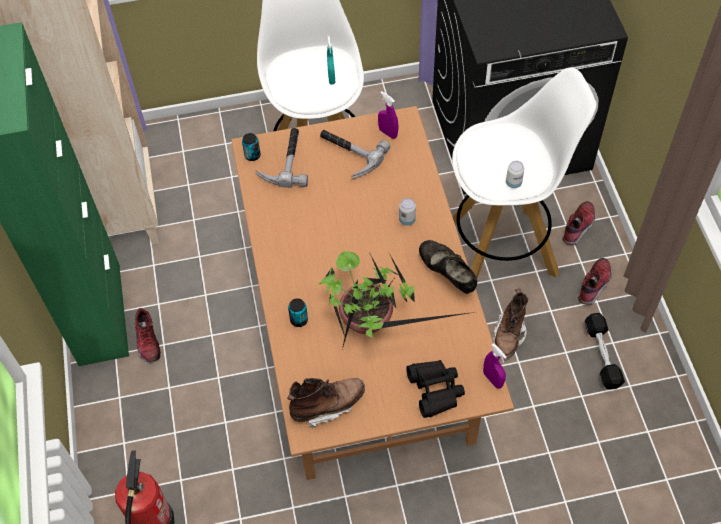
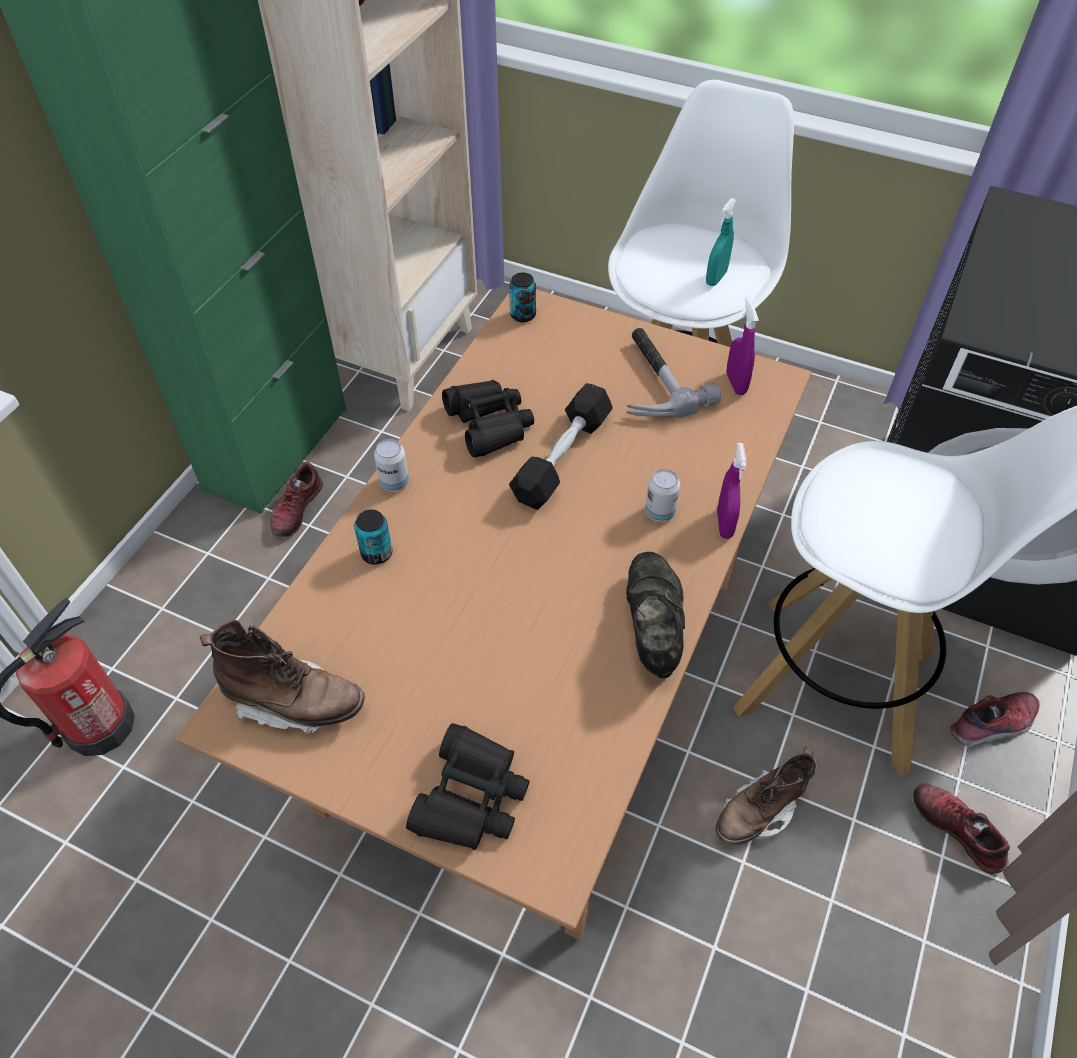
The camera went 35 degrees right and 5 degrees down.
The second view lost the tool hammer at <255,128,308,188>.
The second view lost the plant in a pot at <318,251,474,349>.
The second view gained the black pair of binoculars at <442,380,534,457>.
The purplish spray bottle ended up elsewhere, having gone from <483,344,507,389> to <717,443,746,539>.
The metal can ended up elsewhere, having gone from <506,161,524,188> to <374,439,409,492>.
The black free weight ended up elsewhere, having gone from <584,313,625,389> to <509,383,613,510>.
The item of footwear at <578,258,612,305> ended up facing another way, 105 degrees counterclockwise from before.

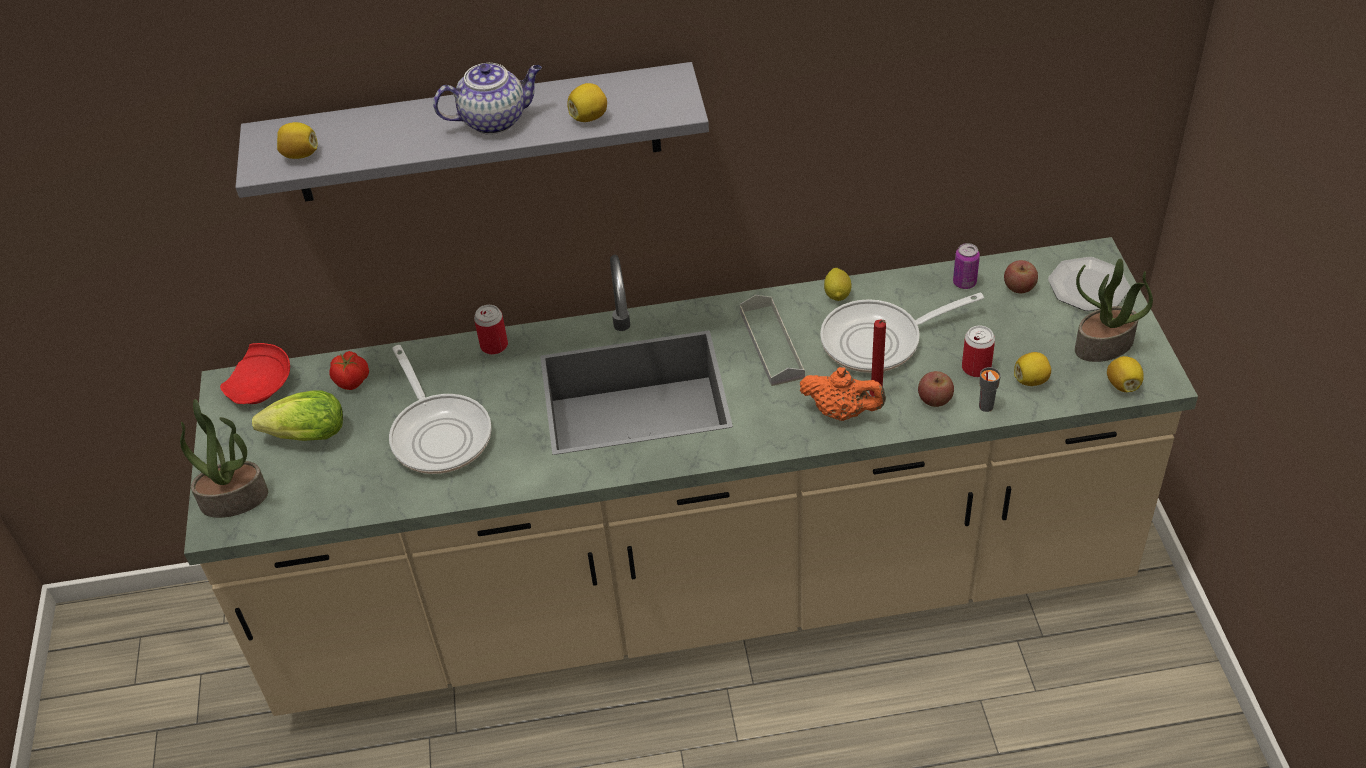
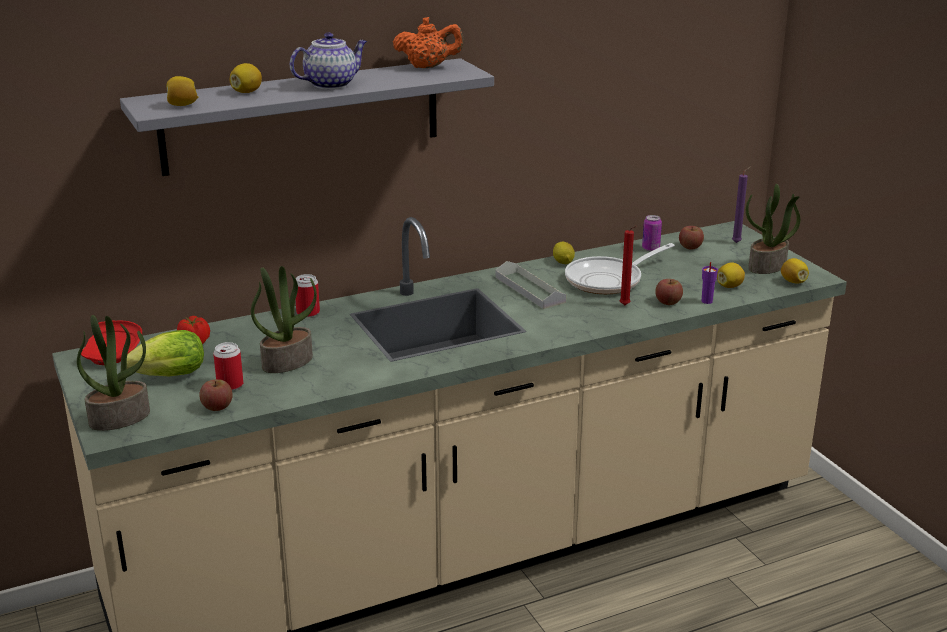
The camera went 20 degrees left and 20 degrees down.
The second view gained the whole apple at <199,379,233,411>.
The citrus fruit ended up elsewhere, having gone from <567,83,607,122> to <230,63,262,93>.
The orange-coloured teapot ended up elsewhere, having gone from <800,367,886,421> to <393,17,464,68>.
The metal can ended up elsewhere, having gone from <962,326,995,377> to <213,342,243,390>.
Where the pan stood at <389,345,492,474>, the plant in a pot came to stand at <251,266,317,373>.
Where the dinner plate stood at <1048,257,1130,311>, the purplish candle came to stand at <732,167,750,243>.
What was the gray drinking cup at <979,367,1001,412> turned into the purplish drinking cup at <701,262,718,304>.

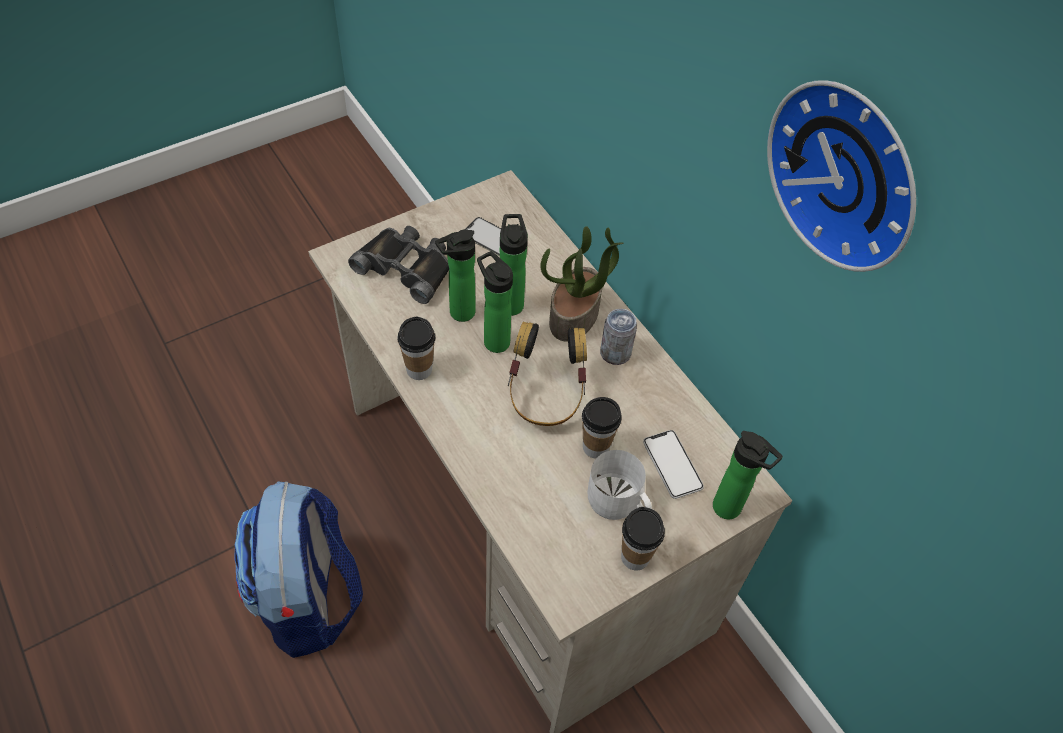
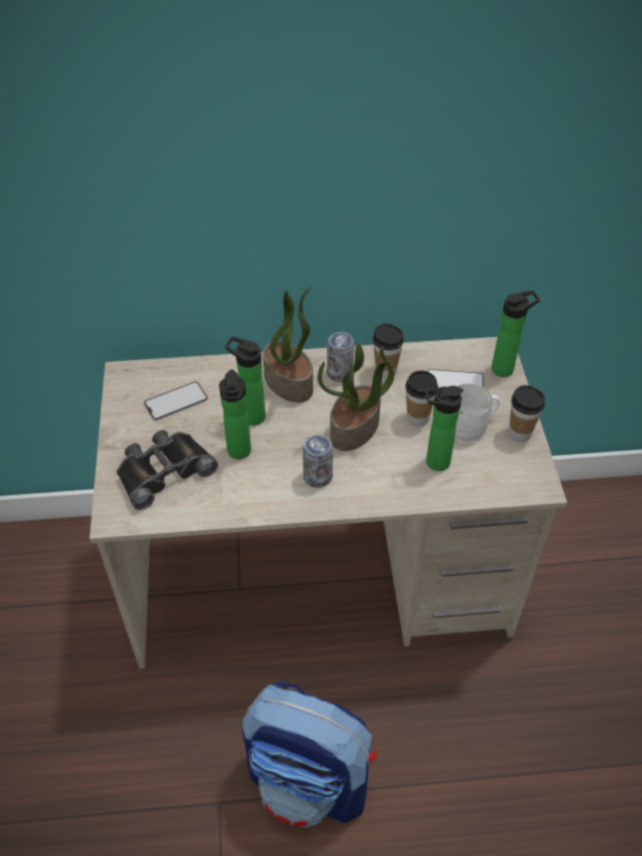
The camera went 60 degrees left and 5 degrees down.
The second view lost the clock on the wall at <767,80,916,272>.
The second view gained the metal can at <303,435,333,488>.
The drinking cup ended up elsewhere, having gone from <397,317,435,380> to <373,323,404,379>.
The bottle ended up elsewhere, having gone from <477,251,513,353> to <425,386,463,471>.
Where the headphones stood at <508,322,587,426>, the plant in a pot came to stand at <318,344,394,451>.

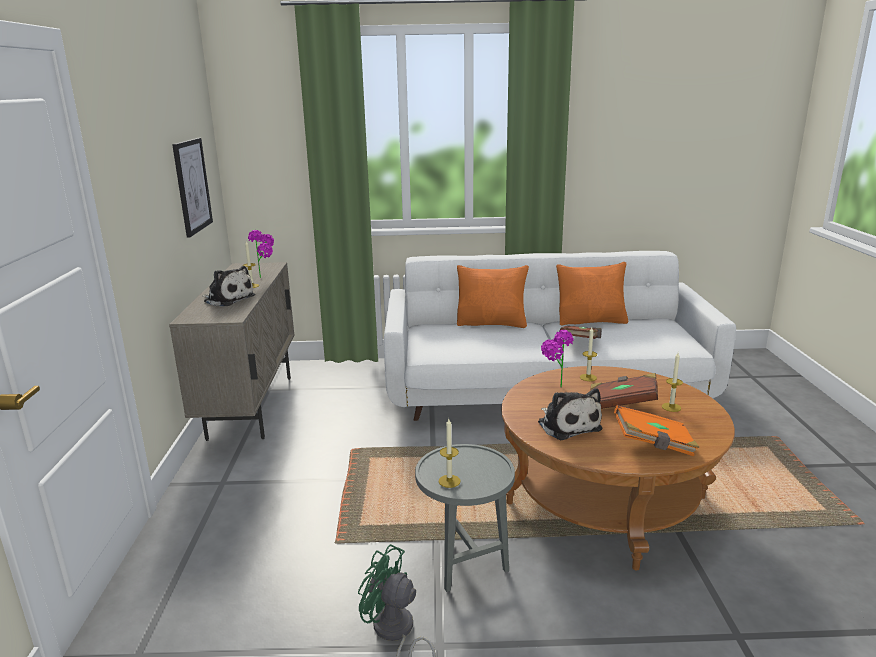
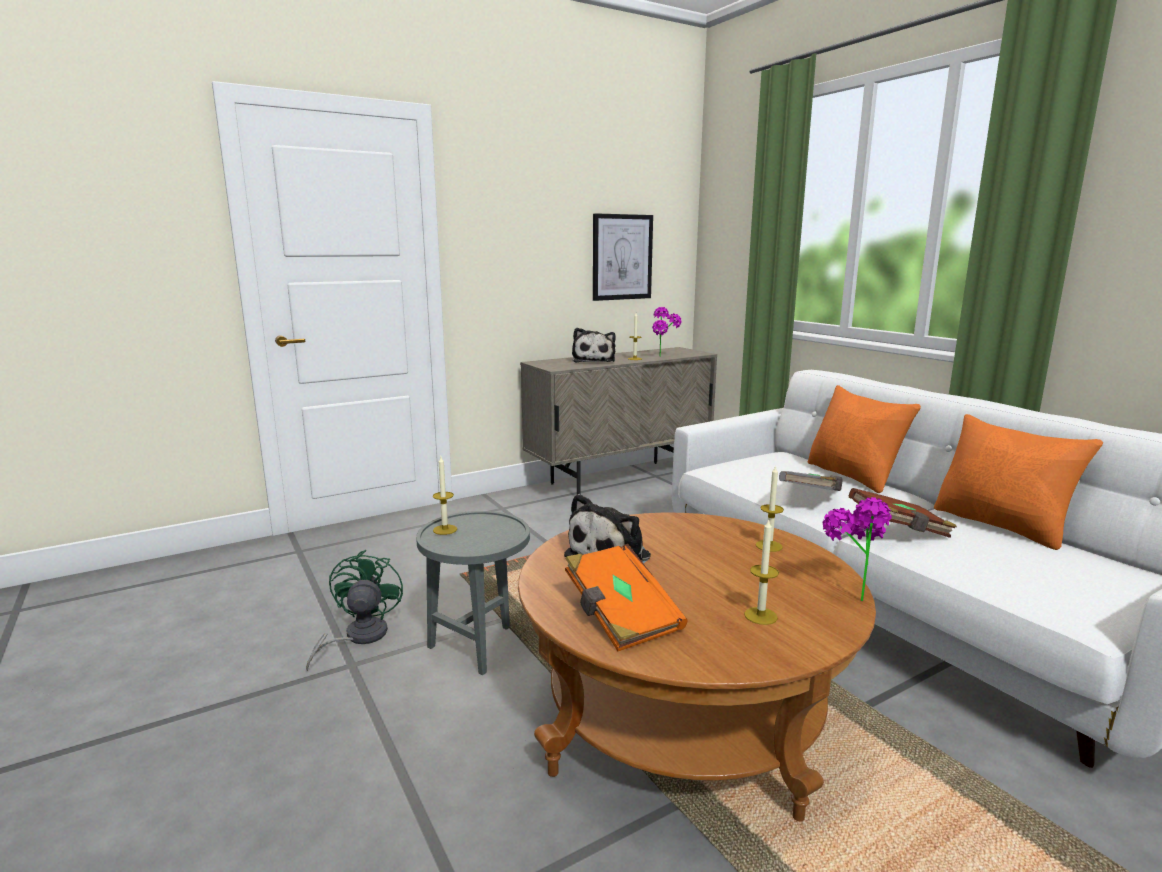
The camera went 60 degrees right and 5 degrees down.
The second view lost the brown-coloured volume at <590,373,658,409>.
The second view gained the gray volume at <779,471,842,491>.
The plant in a pot ended up elsewhere, having gone from <541,330,574,388> to <823,497,892,601>.

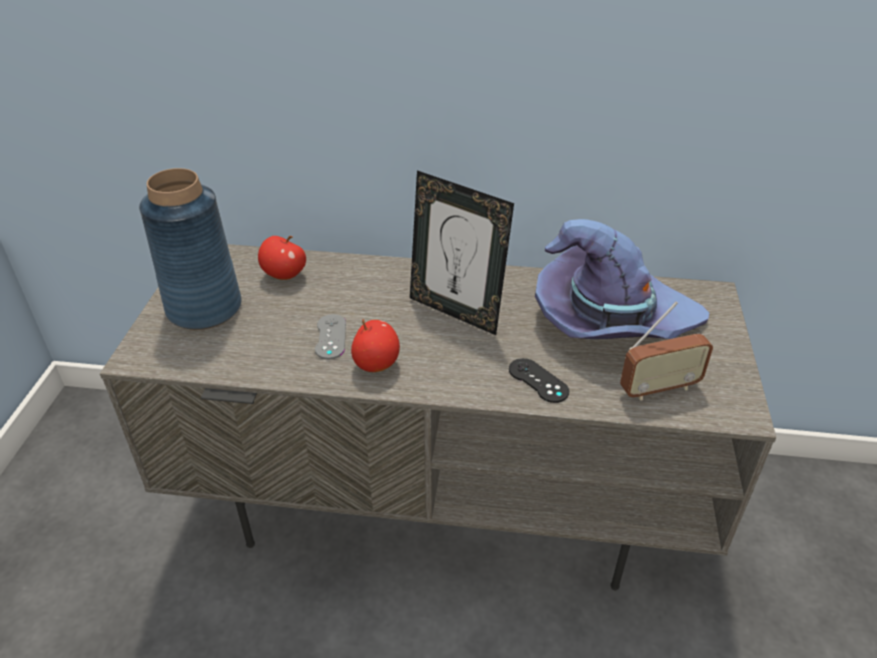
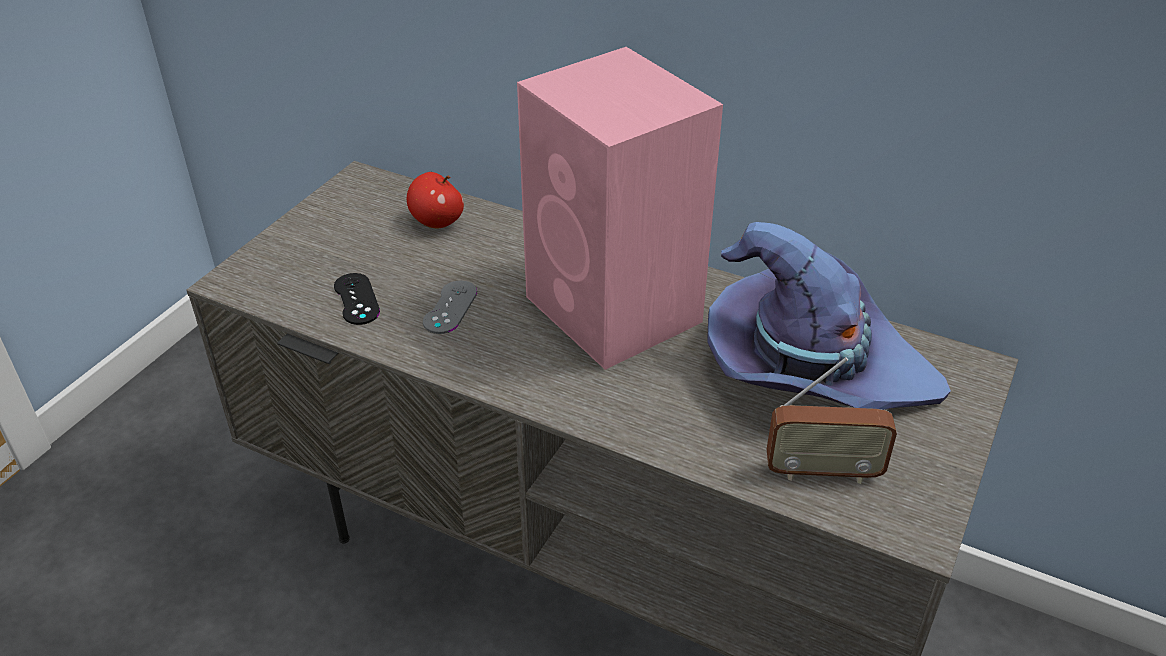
The camera went 20 degrees right and 0 degrees up.
The second view lost the blue-coloured flower vase at <139,168,242,330>.
The second view lost the whole apple at <351,319,400,372>.
The black joypad ended up elsewhere, having gone from <509,358,569,403> to <334,273,380,325>.
Where the photo frame stood at <410,170,514,335>, the pinkish loudspeaker came to stand at <517,47,723,370>.

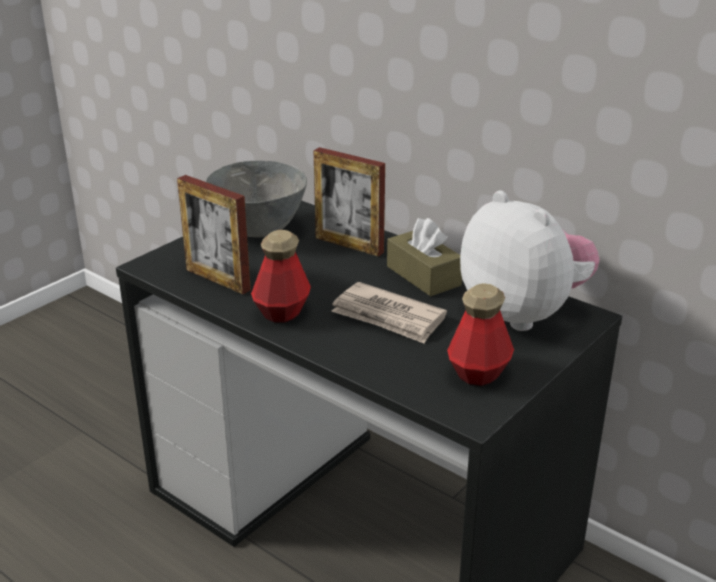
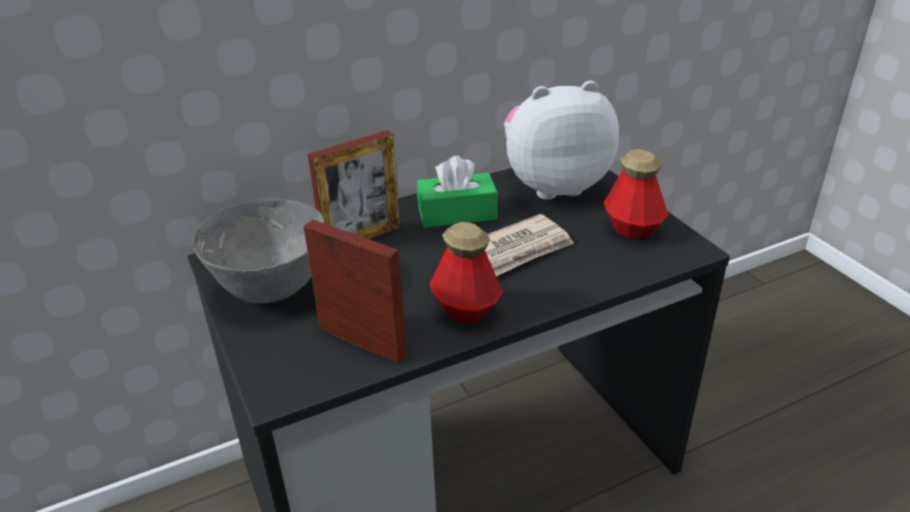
The camera went 65 degrees left and 5 degrees up.
What was the brown-coloured tissue box at <387,218,462,296> turned into the greenish tissue box at <417,156,498,228>.
The photo frame at <177,175,251,294> ended up facing another way, 120 degrees counterclockwise from before.

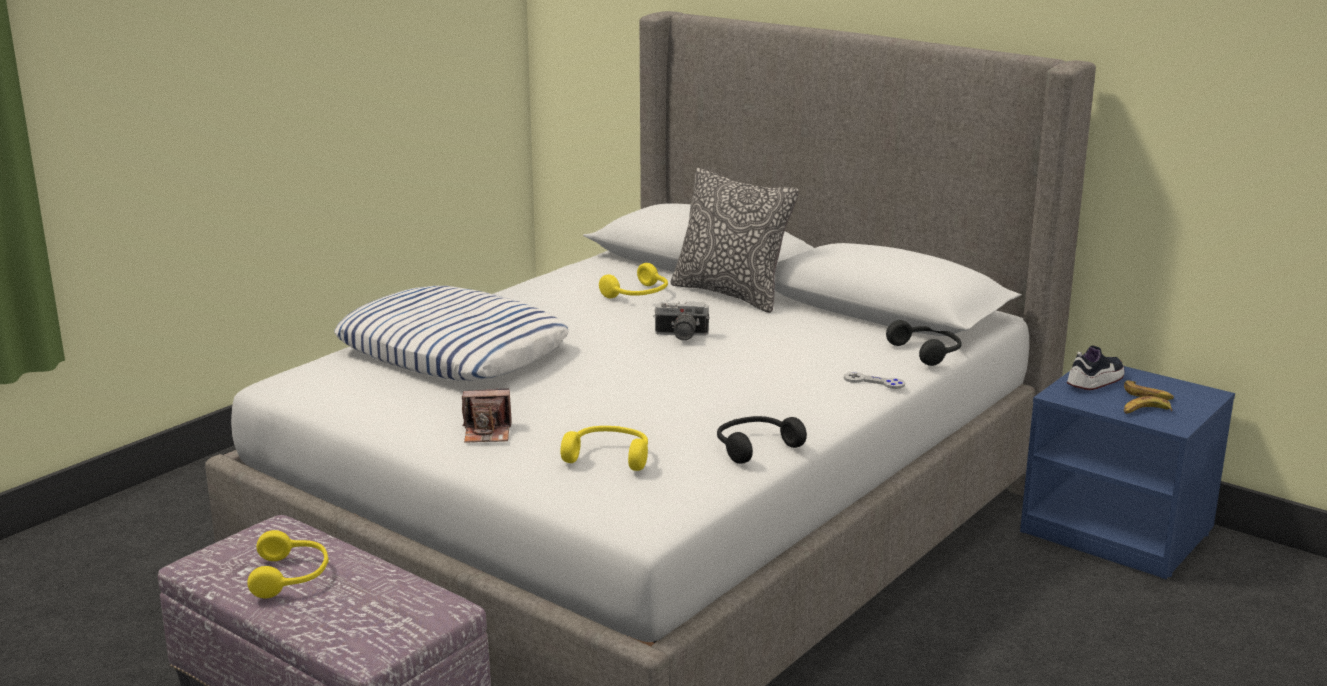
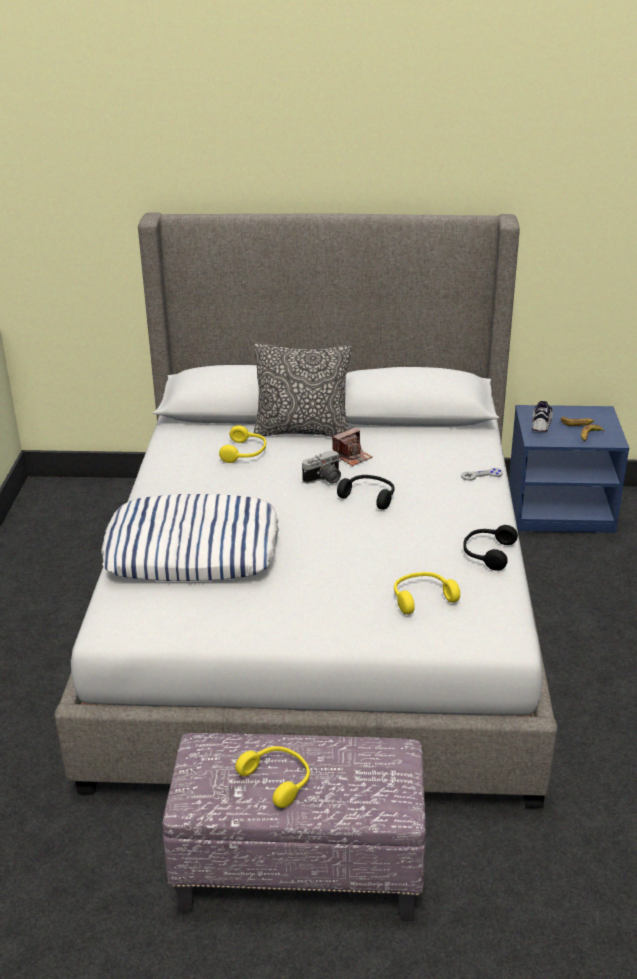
The camera went 35 degrees left and 10 degrees up.
The photo camera ended up elsewhere, having gone from <462,388,511,443> to <332,427,372,466>.
The black headphones ended up elsewhere, having gone from <886,320,962,366> to <337,475,395,510>.

